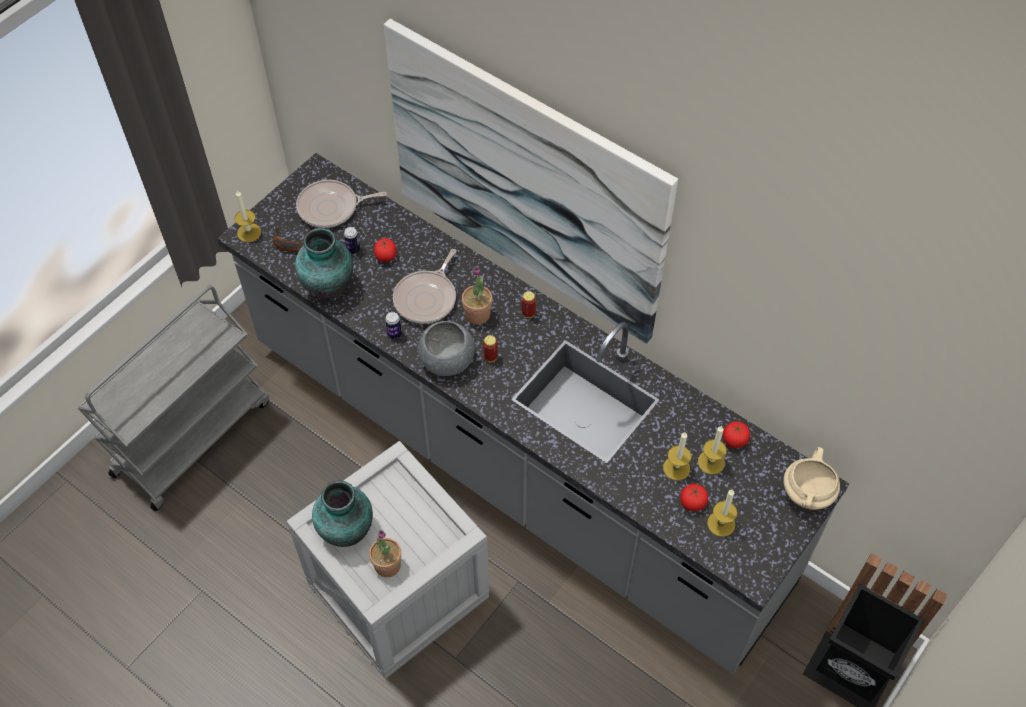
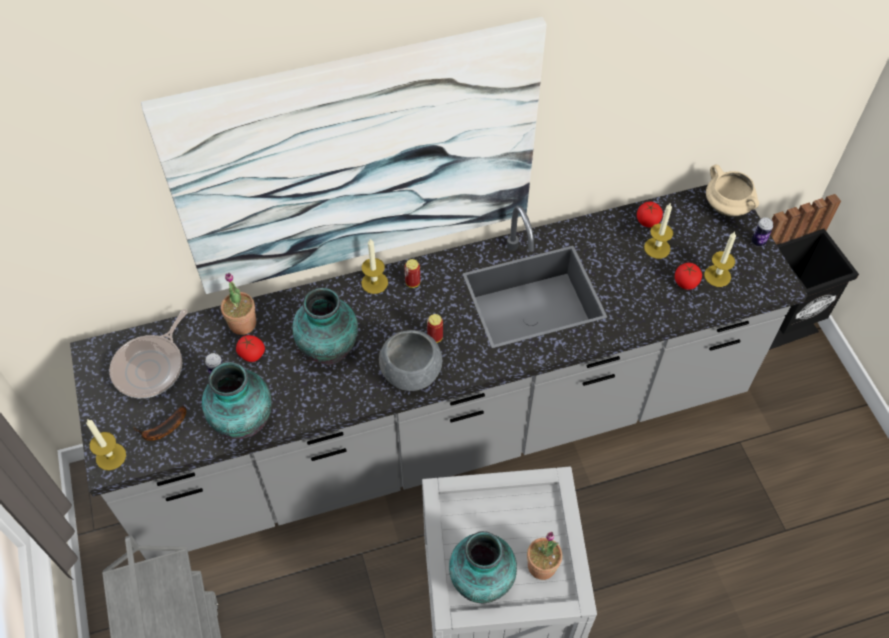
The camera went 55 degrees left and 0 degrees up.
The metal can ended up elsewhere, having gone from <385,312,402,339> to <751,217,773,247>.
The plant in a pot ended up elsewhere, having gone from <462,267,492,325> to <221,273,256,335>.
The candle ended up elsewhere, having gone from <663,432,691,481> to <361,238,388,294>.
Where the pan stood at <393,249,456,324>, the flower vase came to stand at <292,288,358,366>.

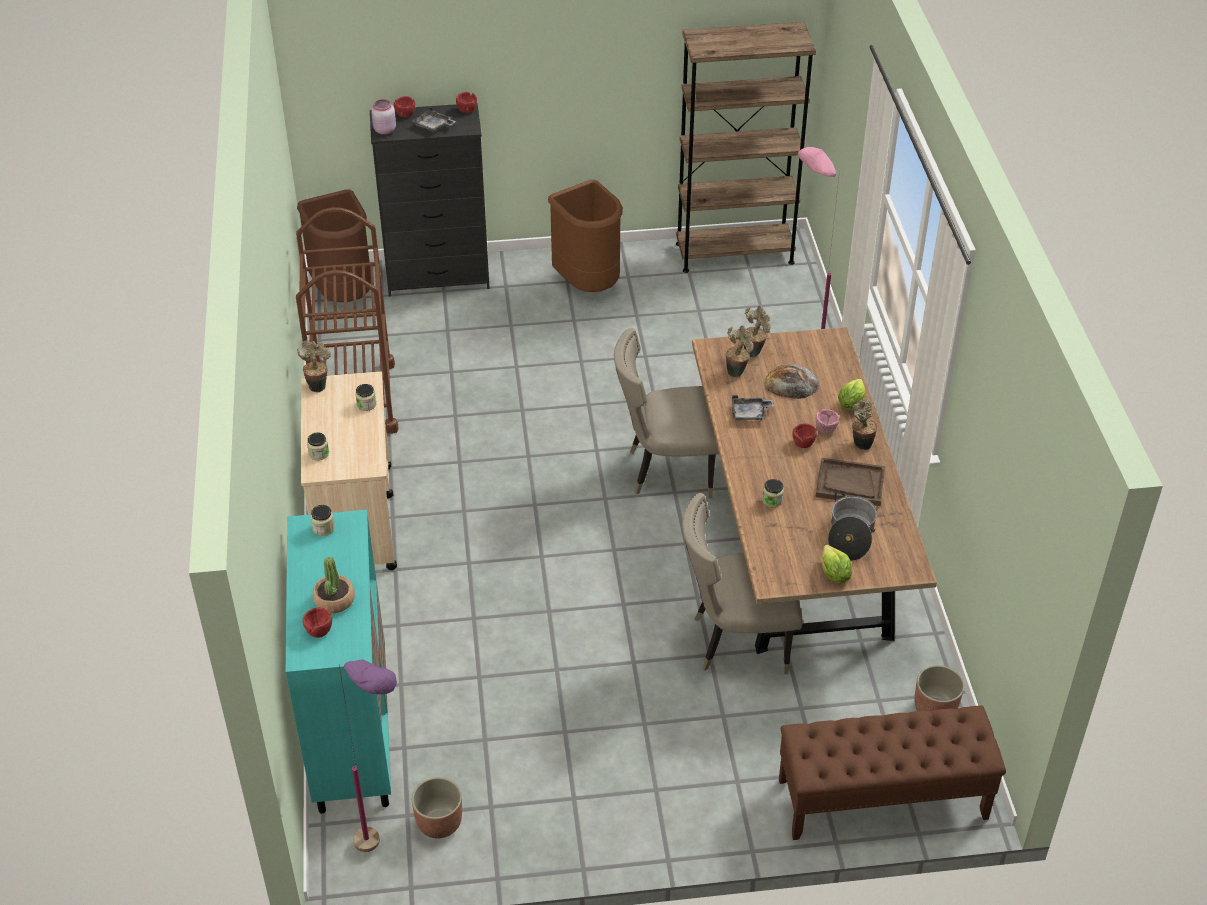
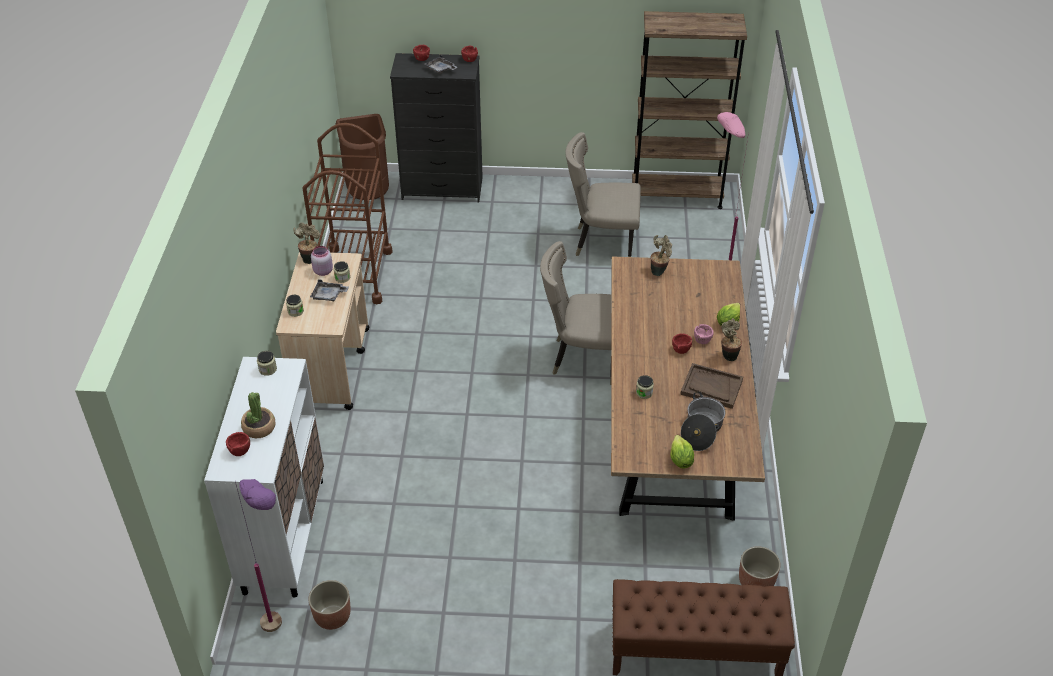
The camera went 10 degrees right and 0 degrees up.
The second view lost the brown-coloured trash can at <548,179,623,292>.
The second view lost the plant in a pot at <726,325,754,377>.
The second view lost the bread at <764,364,820,399>.
The pinkish storage jar ended up elsewhere, having gone from <371,99,396,135> to <311,246,333,276>.
The beige upright chair ended up elsewhere, having gone from <682,493,803,674> to <565,132,641,257>.
The gray carrying tray ended up elsewhere, having gone from <732,395,774,421> to <310,280,349,301>.
What was the turquoise-coloured cabinet at <286,510,391,814> turned into the white-coloured cabinet at <204,357,325,598>.

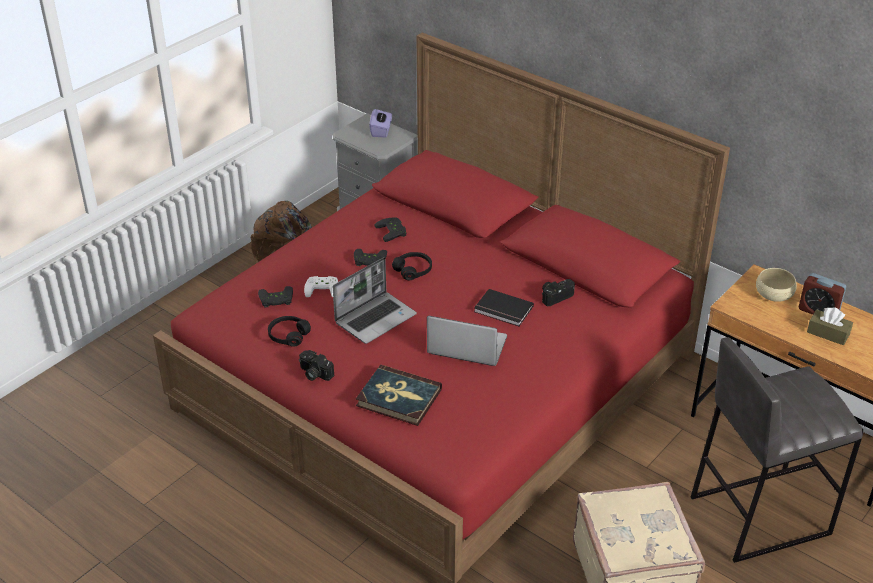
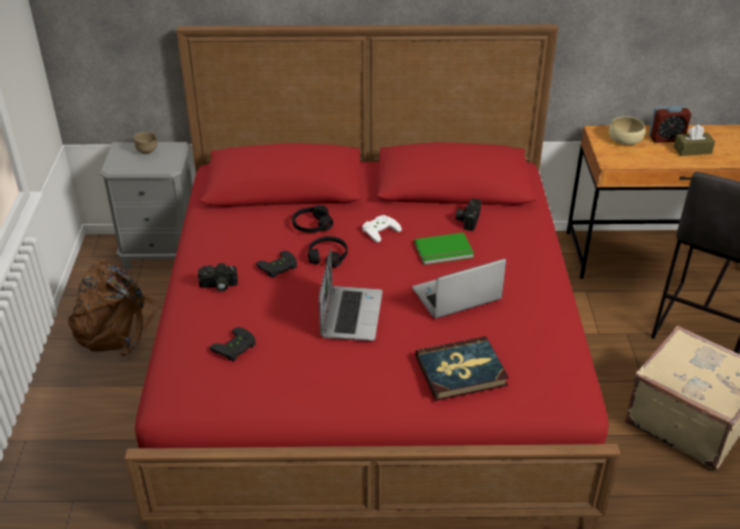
The camera went 40 degrees left and 0 degrees up.
The second view lost the black joypad at <374,217,406,242>.
The black headphones ended up elsewhere, having gone from <268,316,311,347> to <292,205,333,233>.
The photo camera ended up elsewhere, having gone from <299,350,334,381> to <198,263,238,292>.
The white-coloured joypad ended up elsewhere, having gone from <304,276,338,297> to <362,215,402,243>.
Where the purplish tissue box stood at <369,109,392,138>, the brown-coloured bowl came to stand at <134,132,157,154>.
What was the black volume at <474,289,534,326> turned into the greenish volume at <414,232,474,265>.

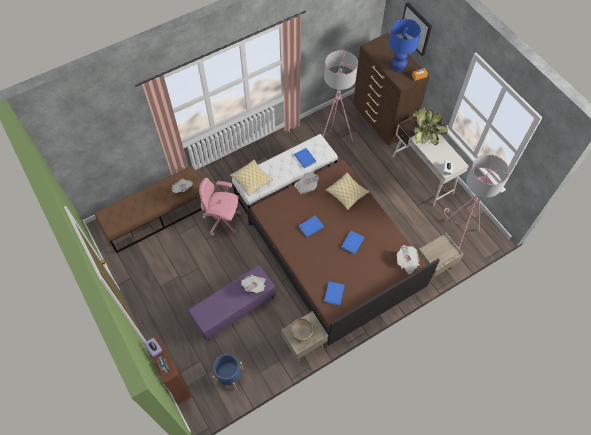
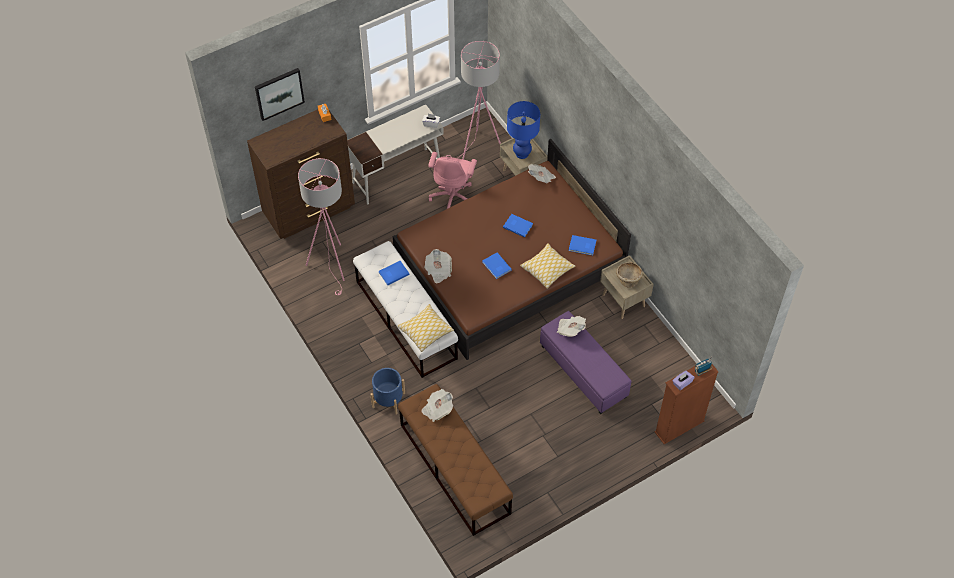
The camera went 90 degrees left and 5 degrees down.
The second view lost the plant in a pot at <413,108,448,145>.
The pinkish office chair ended up elsewhere, having gone from <199,178,241,236> to <428,152,477,209>.
The blue-coloured planter ended up elsewhere, having gone from <213,354,244,390> to <371,368,405,415>.
The throw pillow ended up elsewhere, having gone from <325,173,370,210> to <520,243,575,289>.
The blue-coloured table lamp ended up elsewhere, having gone from <389,19,421,72> to <507,101,540,159>.

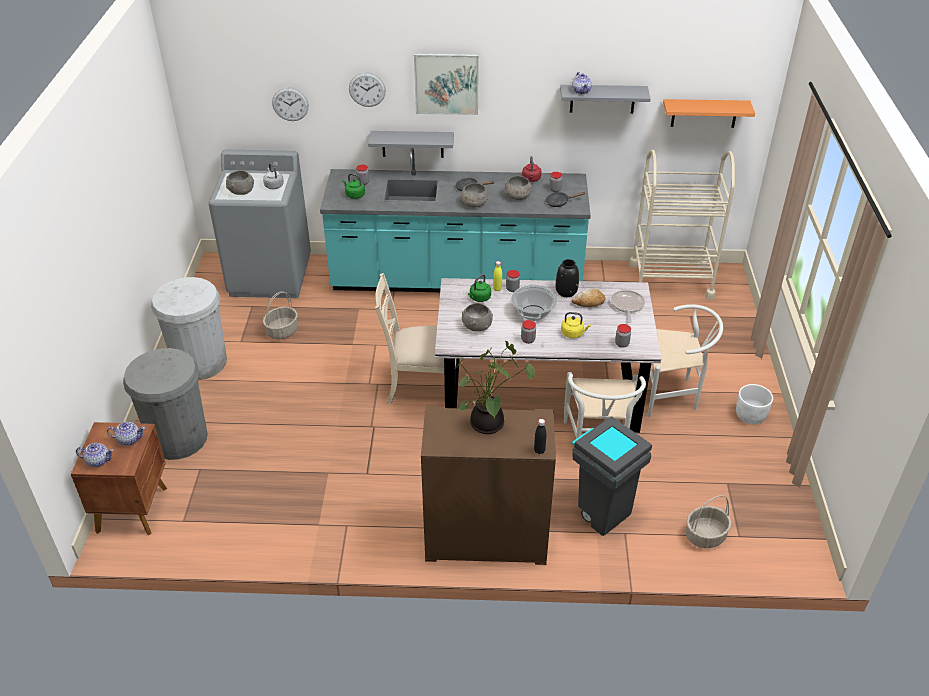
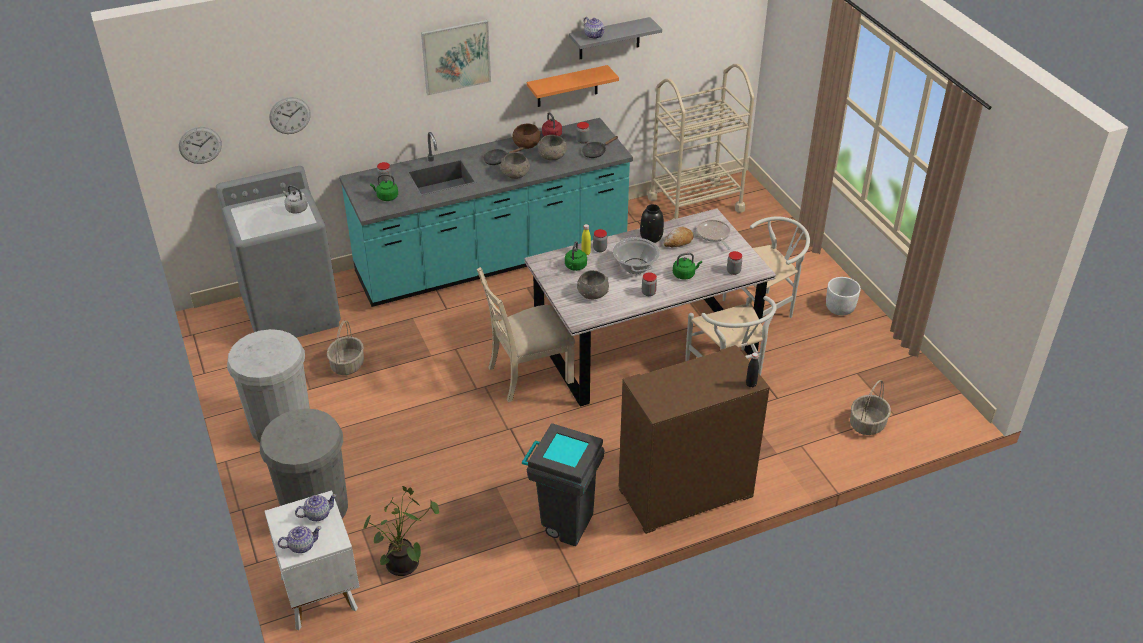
The camera went 25 degrees left and 0 degrees up.
The second view lost the gray bowl at <226,170,254,195>.
The second view lost the gray wall shelf at <368,131,454,158>.
The second view gained the brown-coloured bowl at <512,124,541,149>.
The clock on the wall ended up elsewhere, having gone from <349,72,386,107> to <179,127,222,164>.
The plant in a pot ended up elsewhere, having gone from <455,341,535,434> to <363,486,439,576>.
The gray trash can ended up elsewhere, having gone from <572,416,652,536> to <522,423,604,546>.
The orange-coloured wall shelf ended up elsewhere, having gone from <663,99,755,128> to <527,65,619,107>.
What was the brown-coloured bedside table at <71,422,167,535> turned into the white-coloured bedside table at <264,490,360,630>.
What was the yellow-coloured tea kettle at <561,312,591,338> turned into the greenish tea kettle at <673,253,702,280>.

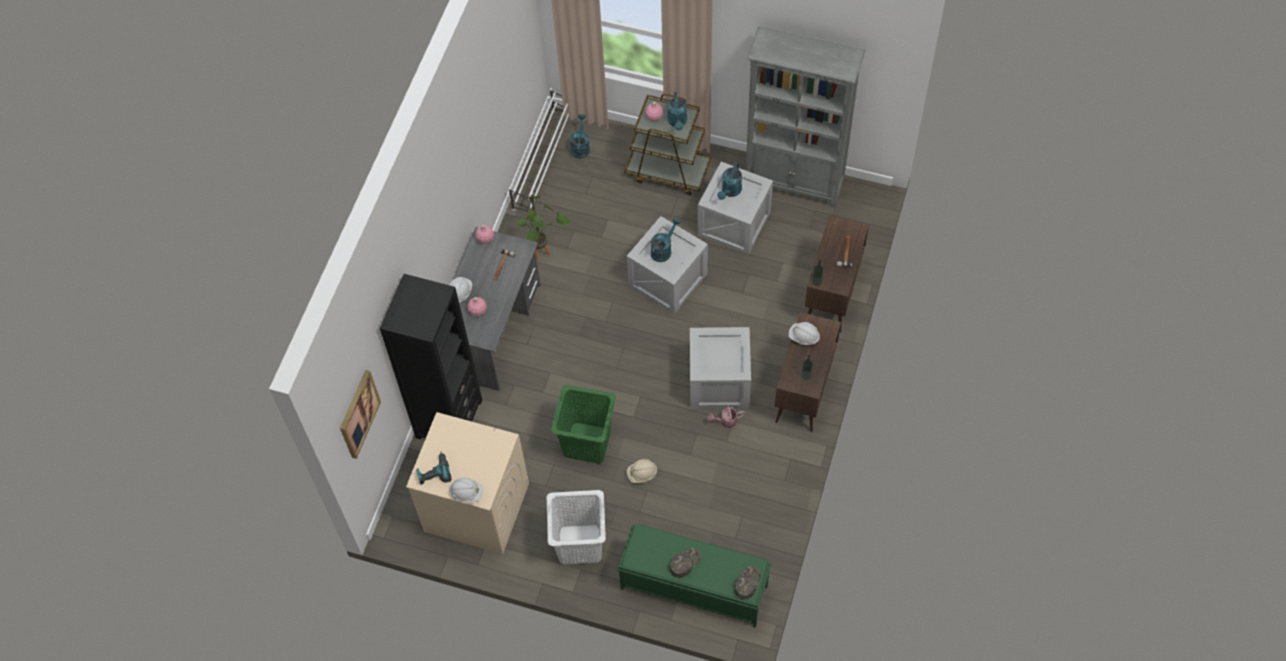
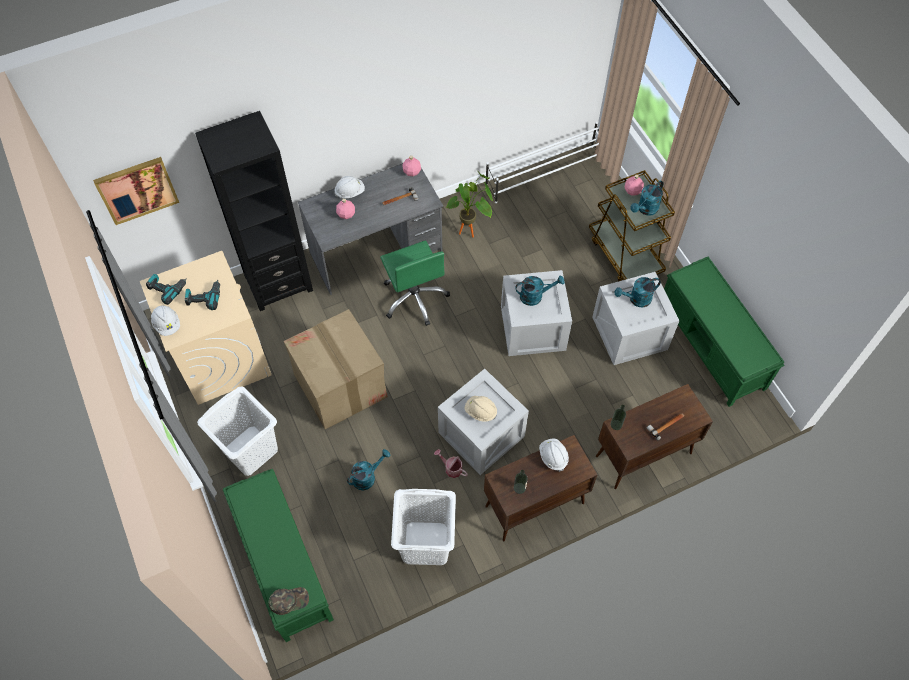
The camera went 45 degrees right and 0 degrees up.
The second view lost the greenish peaked cap at <670,548,701,578>.
The second view gained the electric drill at <185,280,220,310>.
The second view gained the greenish office chair at <380,240,450,326>.
The second view gained the white-coloured washing basket at <391,489,456,565>.
The turquoise-coloured watering can ended up elsewhere, having gone from <570,114,590,159> to <347,449,390,490>.
The beige safety helmet ended up elsewhere, having gone from <627,459,657,483> to <465,396,497,422>.
Where the greenish washing basket stood at <551,385,616,463>, the cardboard box came to stand at <284,309,388,429>.
Where the gray bookshelf stood at <746,26,865,208>, the greenish indoor bench came to stand at <664,257,784,407>.

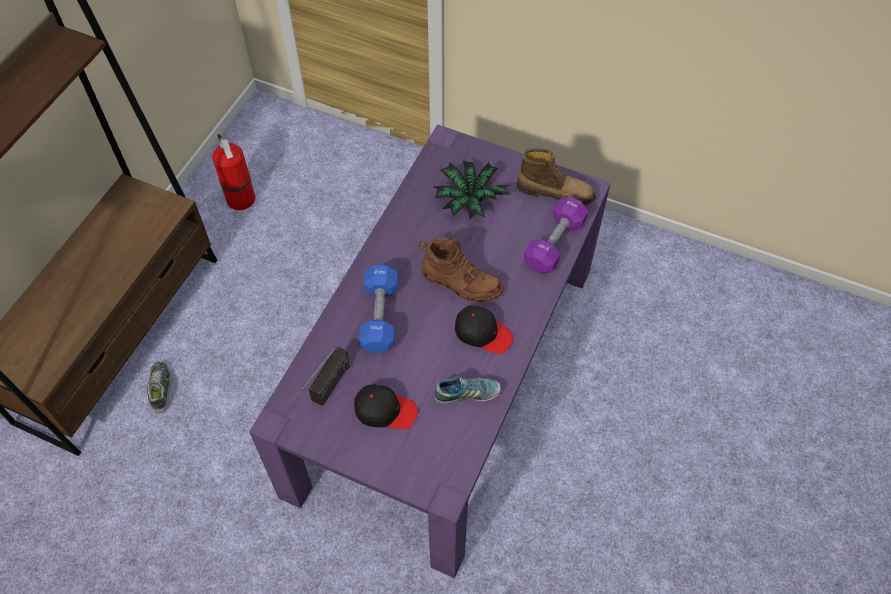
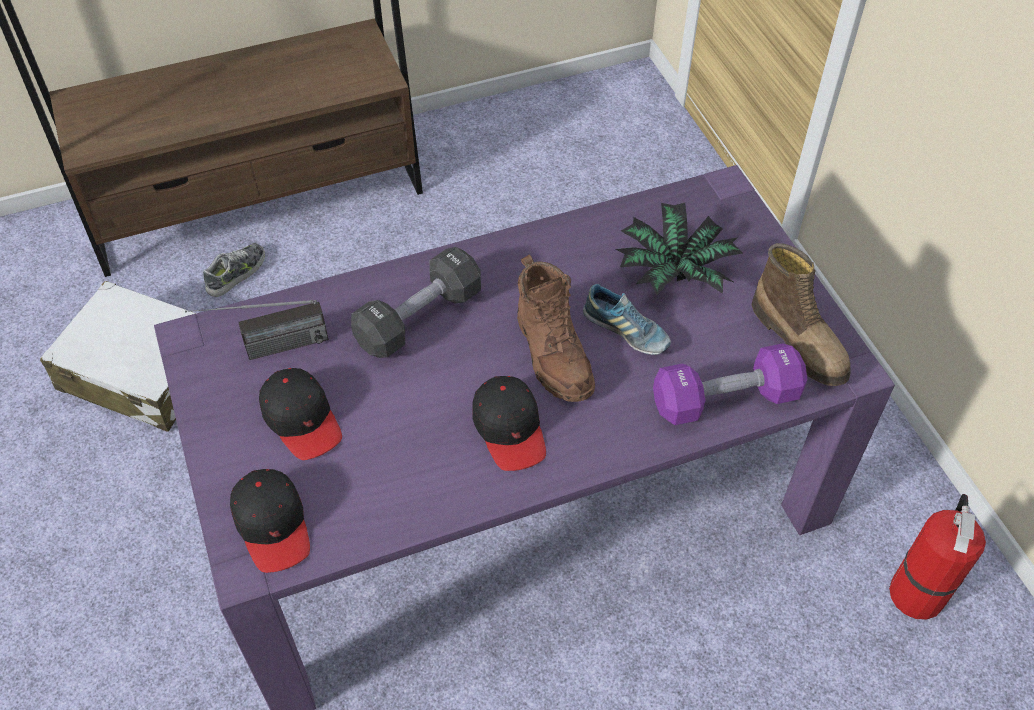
The camera went 45 degrees right and 5 degrees down.
The second view gained the white-coloured suitcase at <40,280,196,432>.
The second view gained the black peaked cap at <230,469,310,573>.
The fire-fighting cylinder ended up elsewhere, having gone from <212,134,256,210> to <889,494,986,620>.
The item of footwear ended up elsewhere, having gone from <434,376,501,404> to <583,284,671,355>.
What was the blue-coloured free weight at <359,265,398,353> turned into the black free weight at <351,247,481,358>.

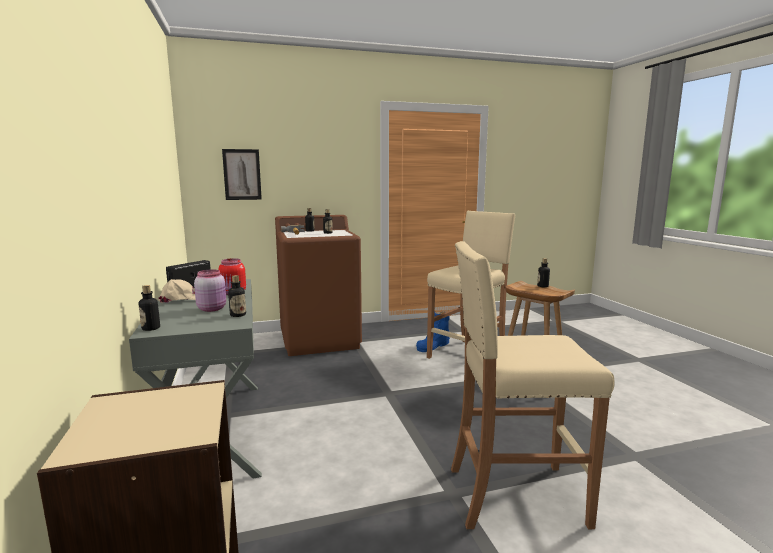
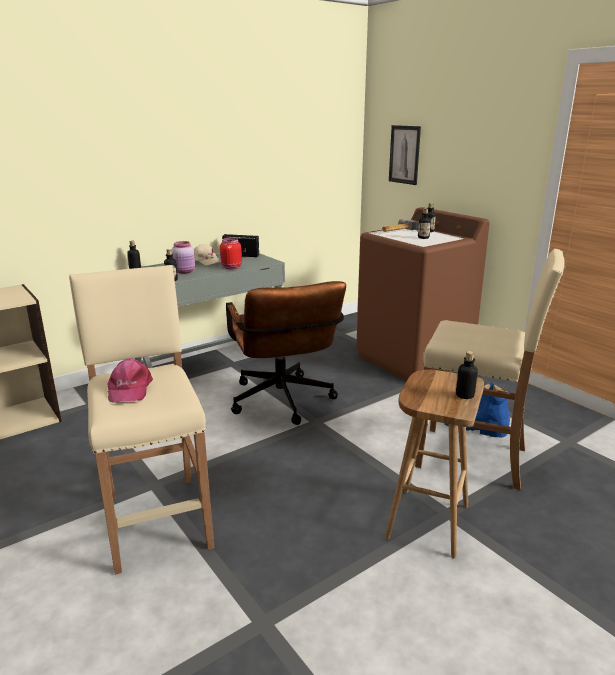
The camera went 70 degrees right and 10 degrees up.
The second view gained the pinkish peaked cap at <108,358,153,403>.
The second view gained the brown-coloured office chair at <226,281,346,425>.

